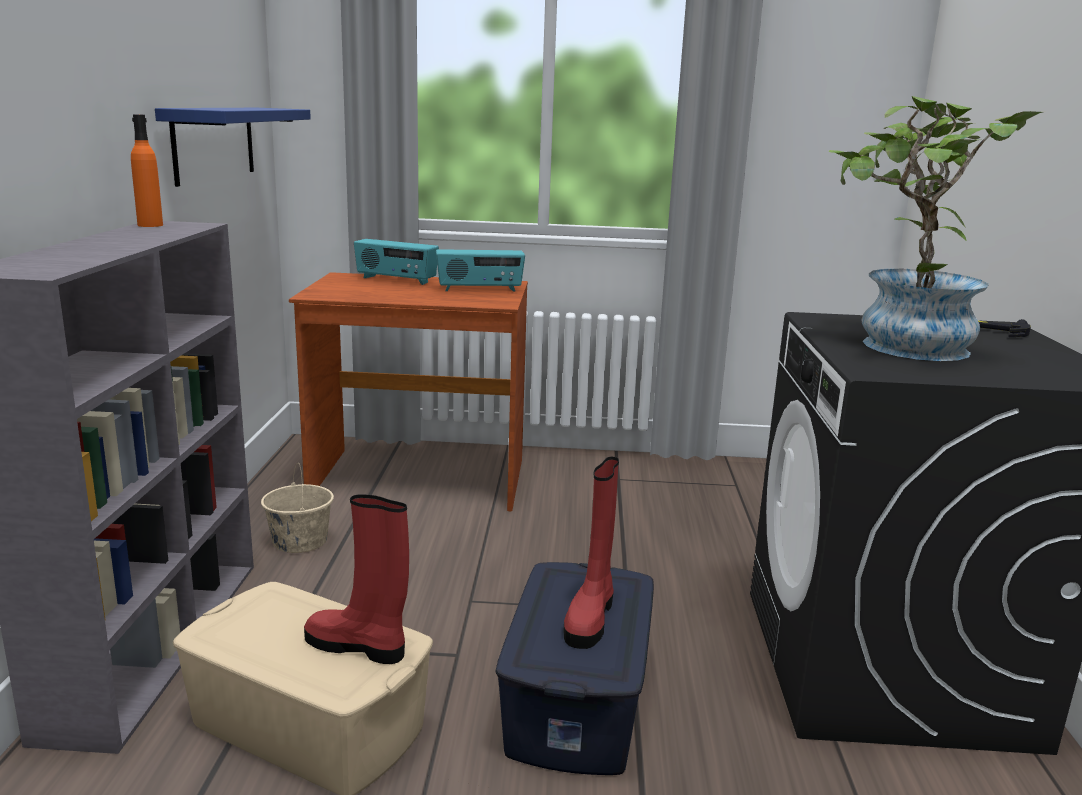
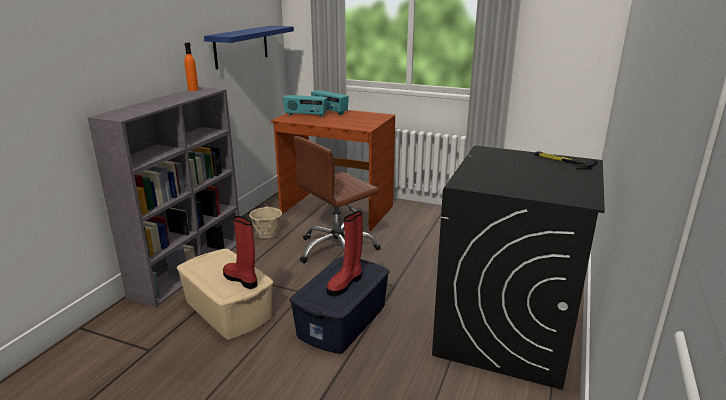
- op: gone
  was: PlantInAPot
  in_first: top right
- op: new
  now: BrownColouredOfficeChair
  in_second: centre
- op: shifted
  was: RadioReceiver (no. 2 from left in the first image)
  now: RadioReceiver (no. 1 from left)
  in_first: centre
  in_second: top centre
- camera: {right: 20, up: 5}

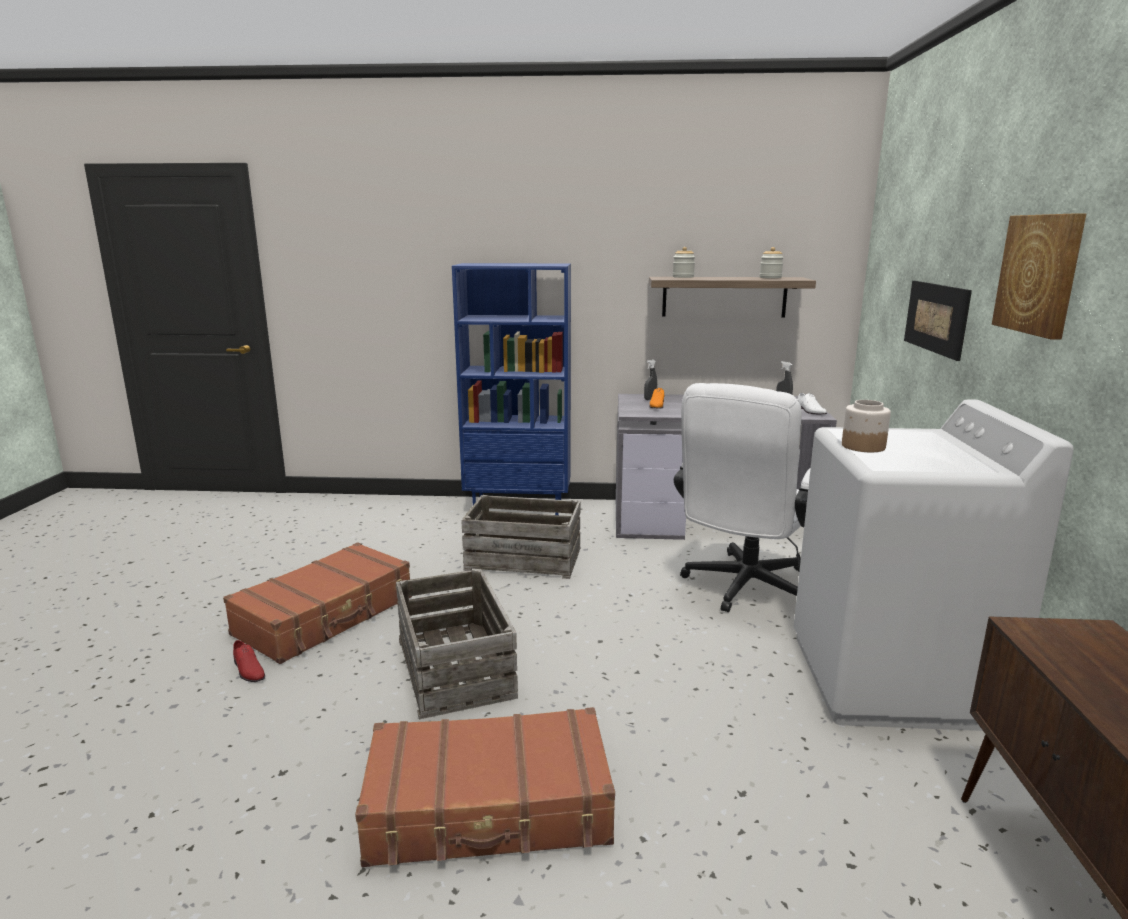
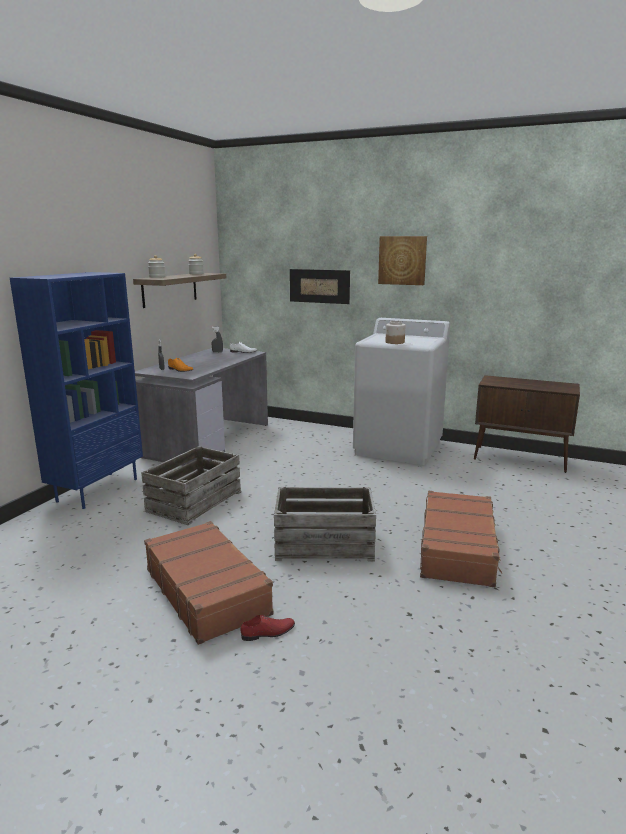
- op: gone
  was: WhiteColouredOfficeChair
  in_first: centre
- camera: {right: -70, up: 0}

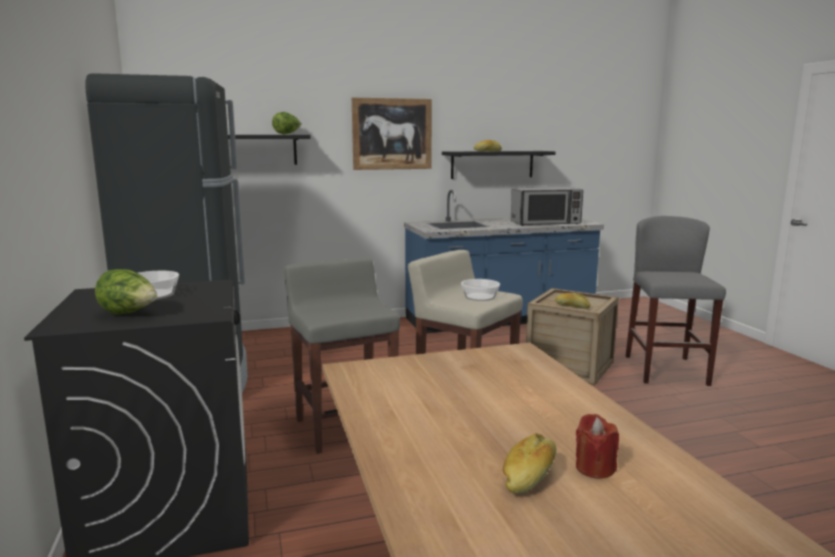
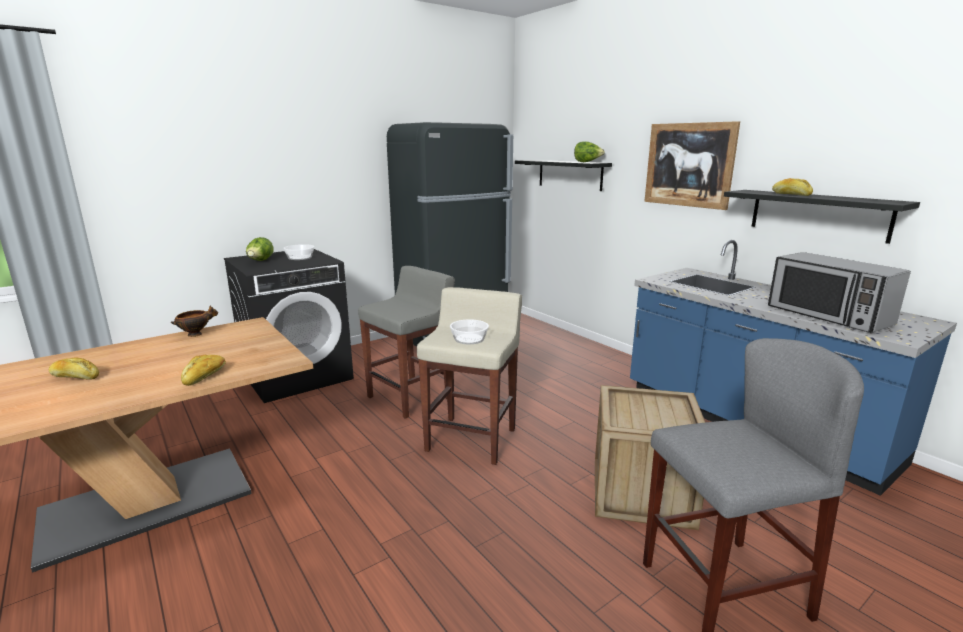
- op: gone
  was: RedColouredWaxCandle
  in_first: bottom right
- op: new
  now: ServingBowl (no. 1 from left)
  in_second: middle left
- op: shifted
  was: Bread (no. 3 from left in the first image)
  now: Bread (no. 2 from left)
  in_first: middle right
  in_second: middle left
- camera: {right: 70, up: 5}

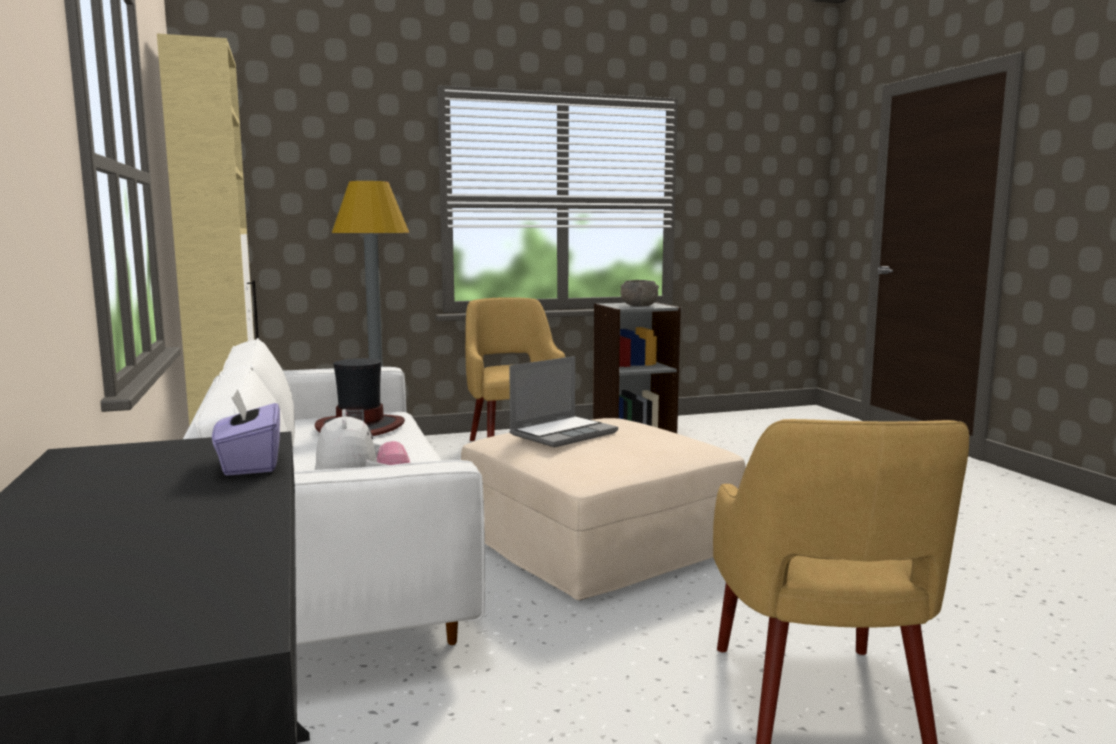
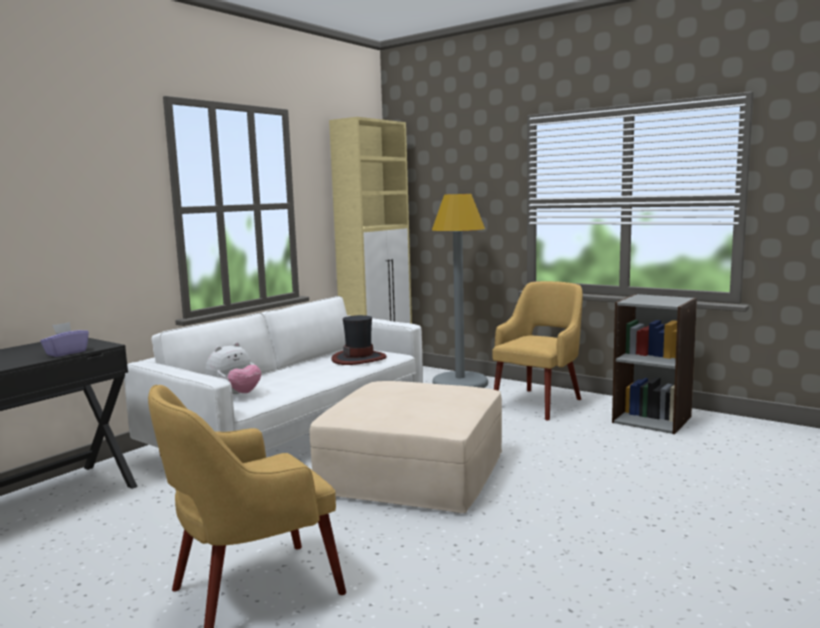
- op: gone
  was: NotebookComputer
  in_first: centre
- op: gone
  was: GrayServingBowl
  in_first: centre
- camera: {right: 55, up: 0}

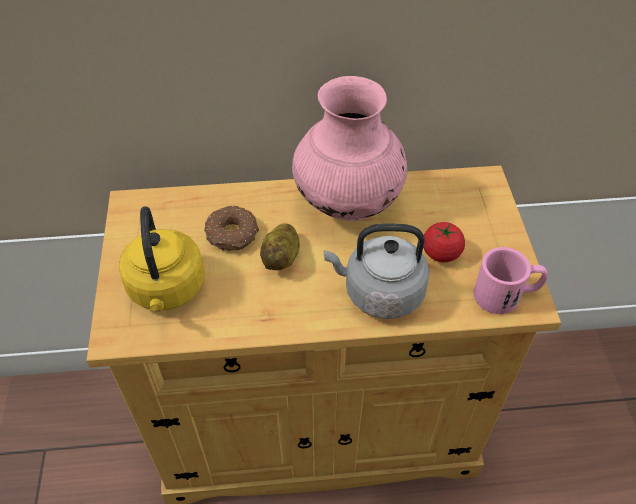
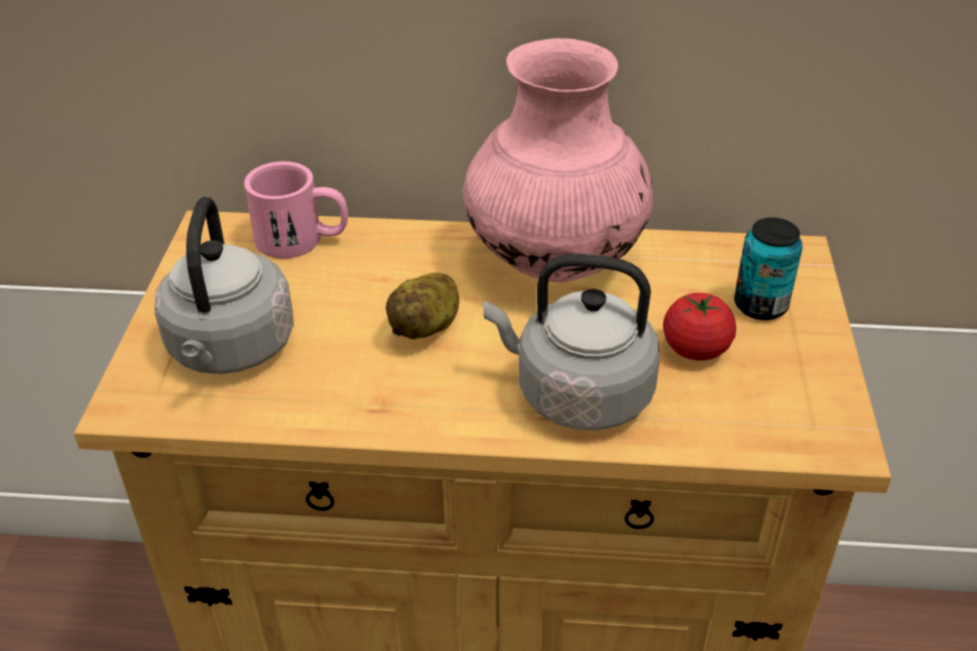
- op: gone
  was: RingDoughnut
  in_first: centre
- op: new
  now: Can
  in_second: middle right
- op: shifted
  was: PinkColouredMug
  in_first: middle right
  in_second: top left
- op: repainted
  was: YellowTeaKettle
  now: GrayTeaKettle (no. 1 from left)
  in_first: middle left
  in_second: middle left
- camera: {right: 10, up: -10}

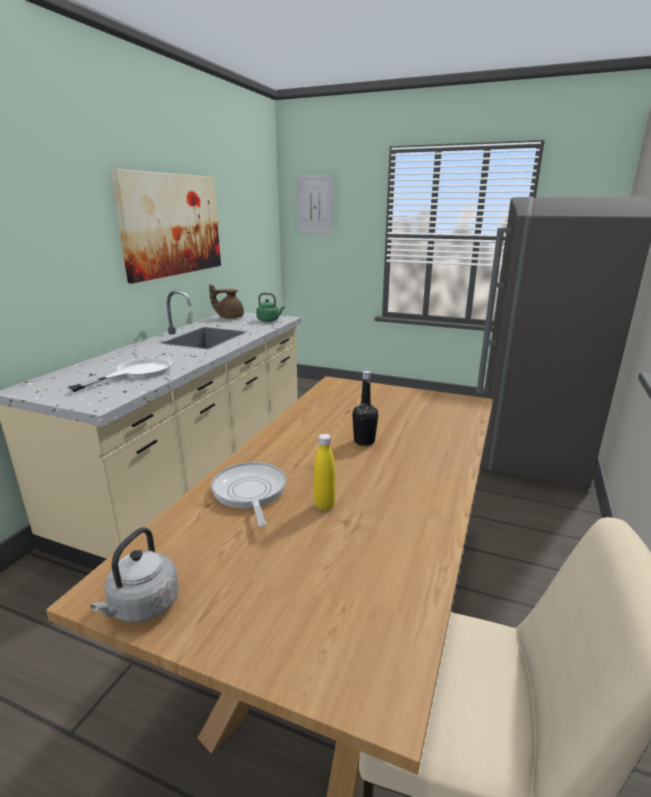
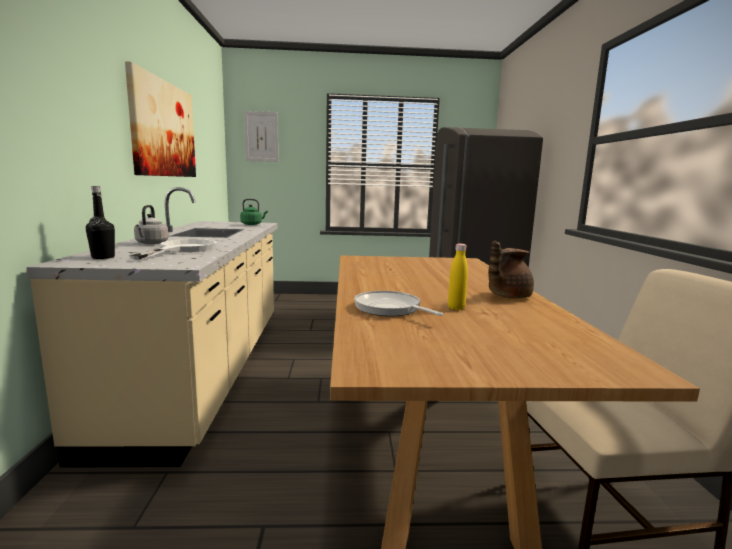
- op: shifted
  was: GrayTeaKettle
  in_first: bottom left
  in_second: middle left
- op: shifted
  was: BrownColouredPotForTea
  in_first: centre
  in_second: middle right
- op: shifted
  was: BlackBeverageBottle
  in_first: centre
  in_second: middle left
- camera: {right: -25, up: -10}

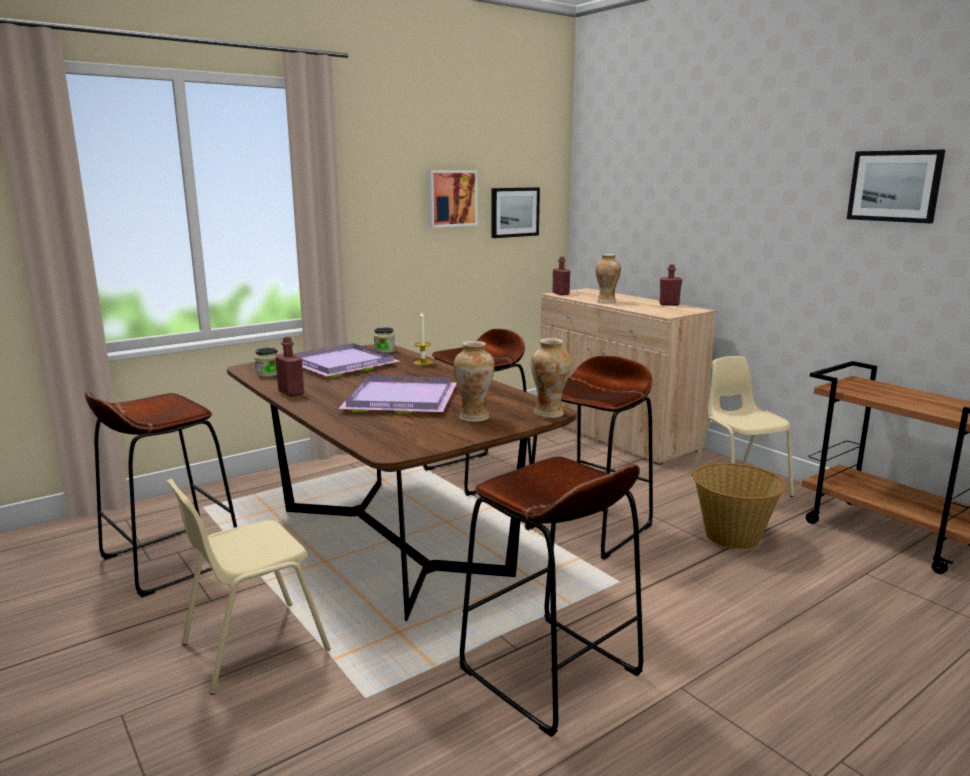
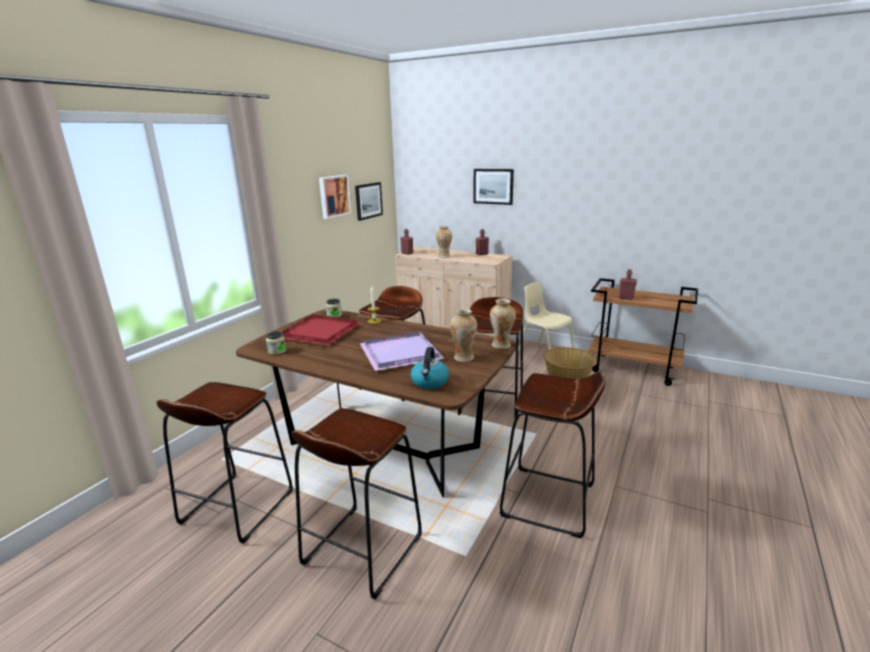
- op: new
  now: TeaKettle
  in_second: centre
- op: shifted
  was: RedColouredBeverageBottle (no. 1 from left in the first image)
  now: RedColouredBeverageBottle (no. 3 from left)
  in_first: middle left
  in_second: middle right
- op: shifted
  was: Picture (no. 3 from left)
  in_first: top right
  in_second: top centre
- op: swapped
  was: BeigeColouredChair (no. 1 from left)
  now: BrownColouredStool (no. 2 from left)
  in_first: bottom left
  in_second: bottom centre
- op: repainted
  was: PurpleCarryingTray (no. 1 from left)
  now: RedColouredCarryingTray
  in_first: centre
  in_second: centre
- camera: {right: -25, up: 5}

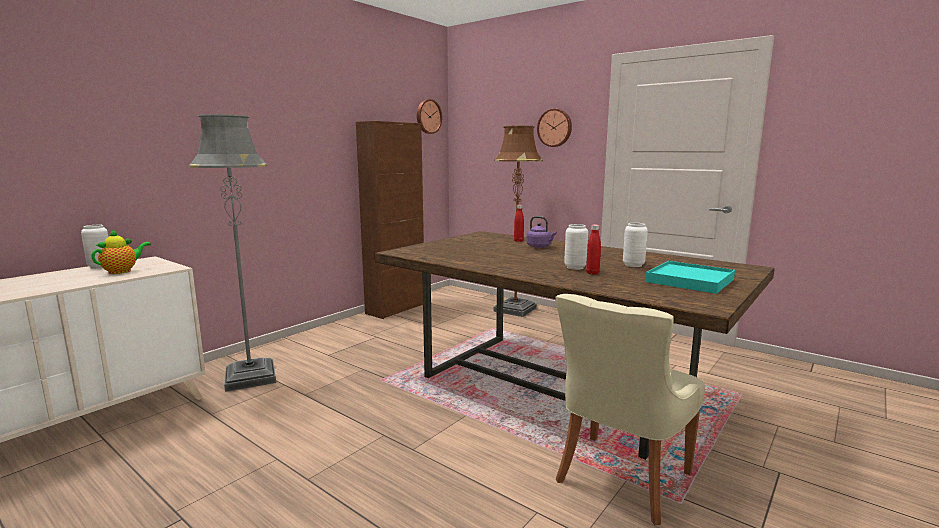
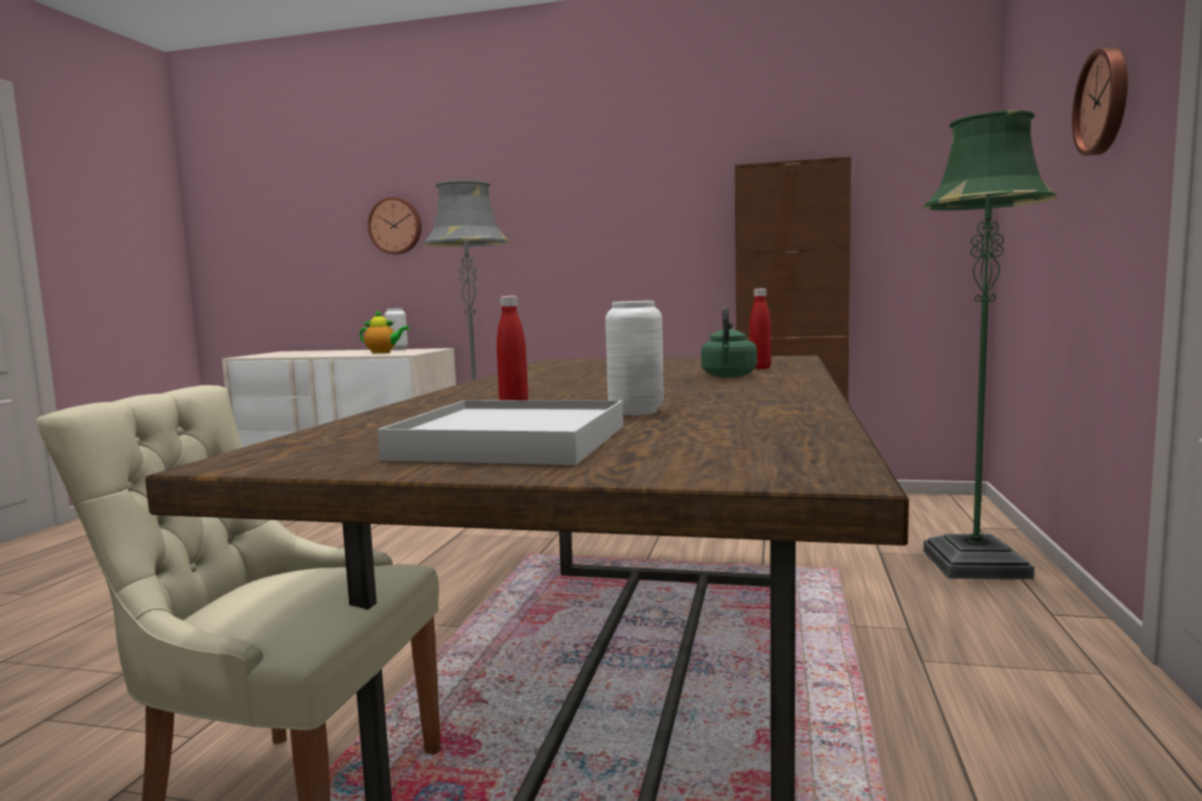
- op: gone
  was: WhiteColouredVase (no. 2 from left)
  in_first: centre
- op: shifted
  was: ClockOnTheWall (no. 1 from left)
  in_first: top centre
  in_second: top left
- op: repainted
  was: BrownColouredStandardLamp
  now: GreenColouredStandardLamp
  in_first: centre
  in_second: middle right
- op: repainted
  was: PurpleTeaKettle
  now: GreenColouredTeaKettle
  in_first: centre
  in_second: centre
- op: repainted
  was: TurquoiseCarryingTray
  now: WhiteColouredCarryingTray
  in_first: middle right
  in_second: centre
- camera: {right: 65, up: -5}

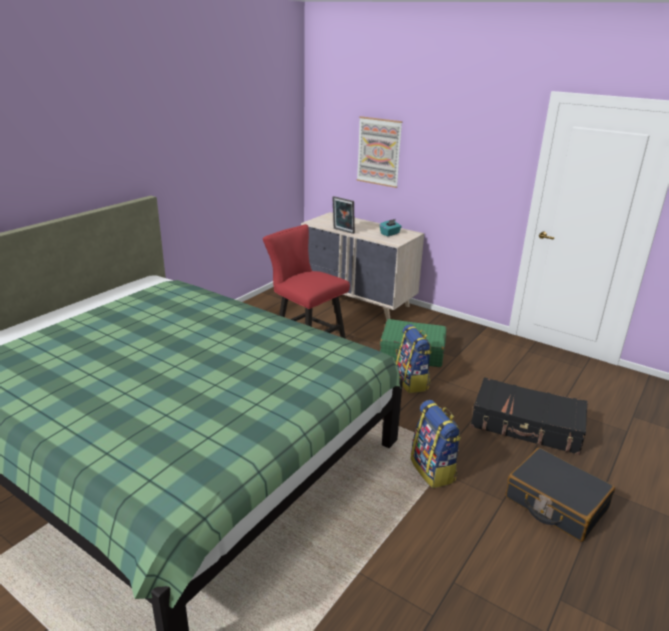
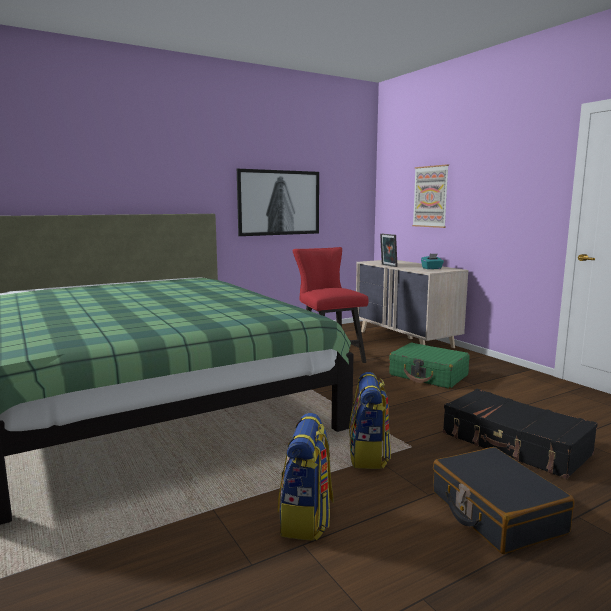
- op: new
  now: Picture (no. 1 from left)
  in_second: top centre
- op: shifted
  was: Knapsack (no. 1 from left)
  in_first: centre
  in_second: bottom centre
- camera: {right: 25, up: -15}

